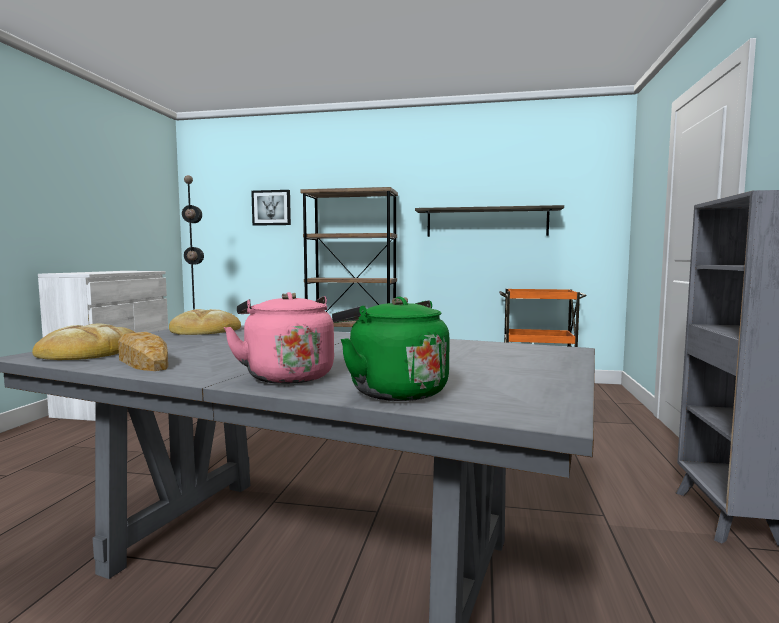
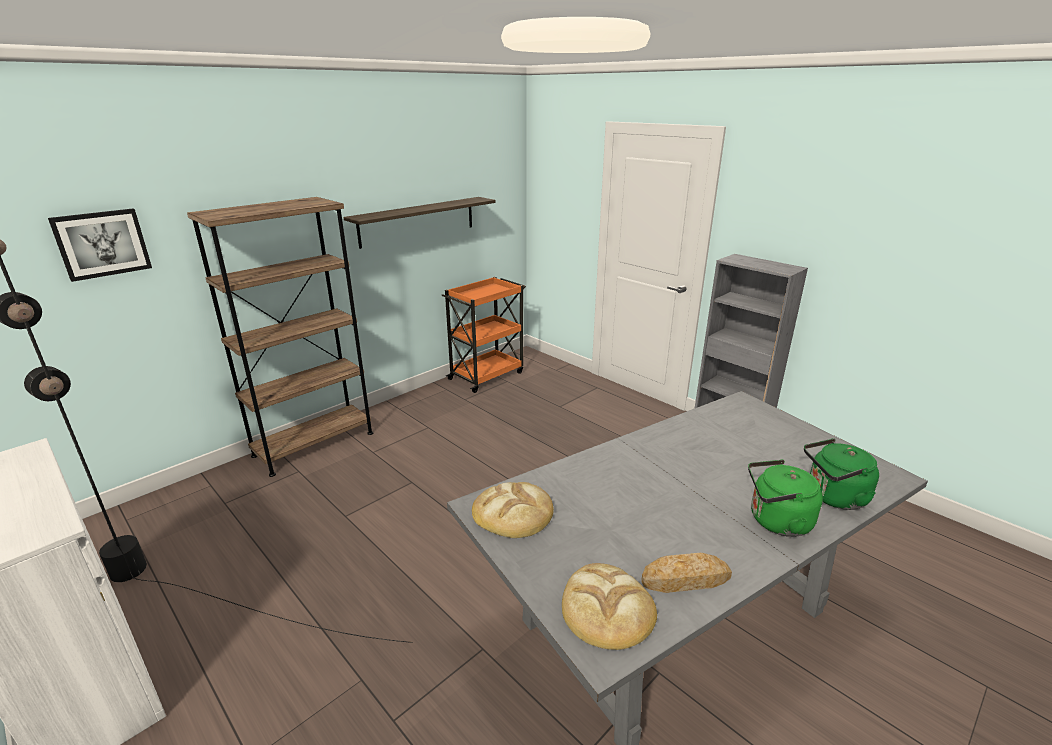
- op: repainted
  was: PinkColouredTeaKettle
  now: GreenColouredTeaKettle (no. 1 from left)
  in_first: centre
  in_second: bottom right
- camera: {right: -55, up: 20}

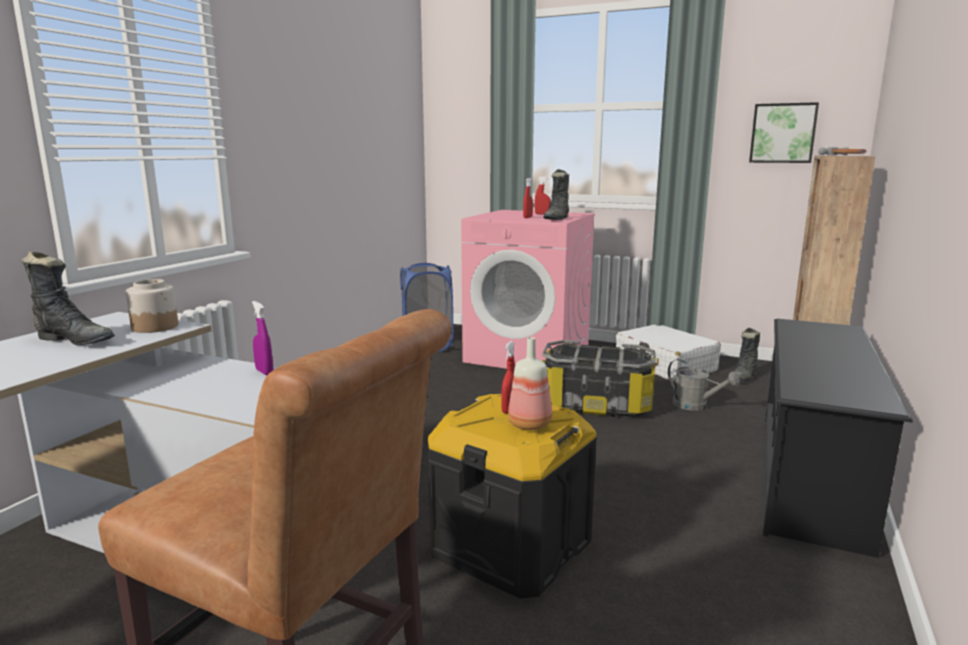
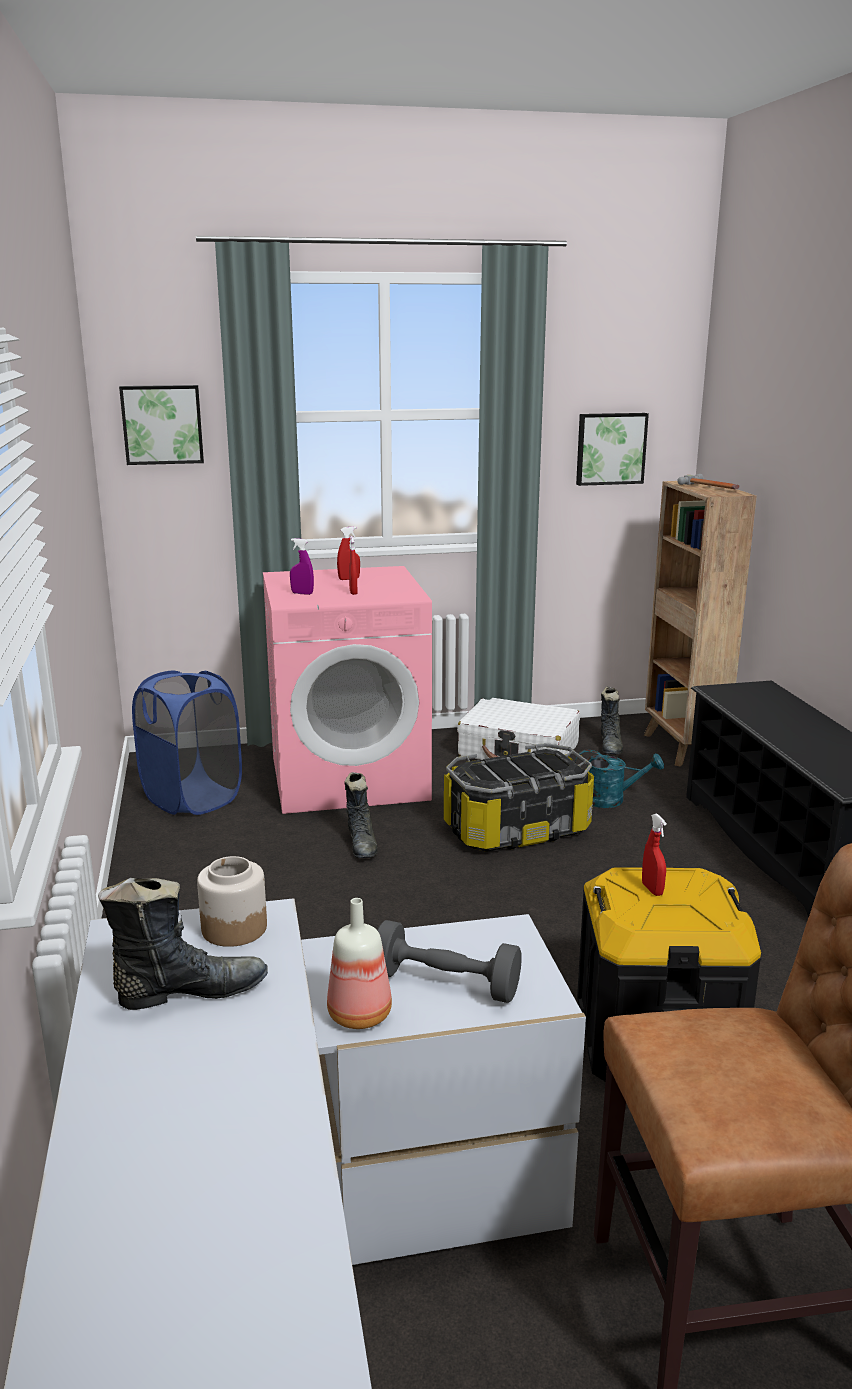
- op: new
  now: Picture (no. 1 from left)
  in_second: top left
- op: new
  now: GrayDumbbell
  in_second: bottom centre
- op: shifted
  was: PurpleSprayBottle
  in_first: middle left
  in_second: centre
- op: shifted
  was: BeverageBottle
  in_first: centre
  in_second: bottom centre
- op: shifted
  was: BlackBoot (no. 2 from left)
  in_first: top centre
  in_second: centre
- op: repainted
  was: GrayWateringPot
  now: TurquoiseWateringPot
  in_first: middle right
  in_second: middle right
- camera: {right: -35, up: 5}

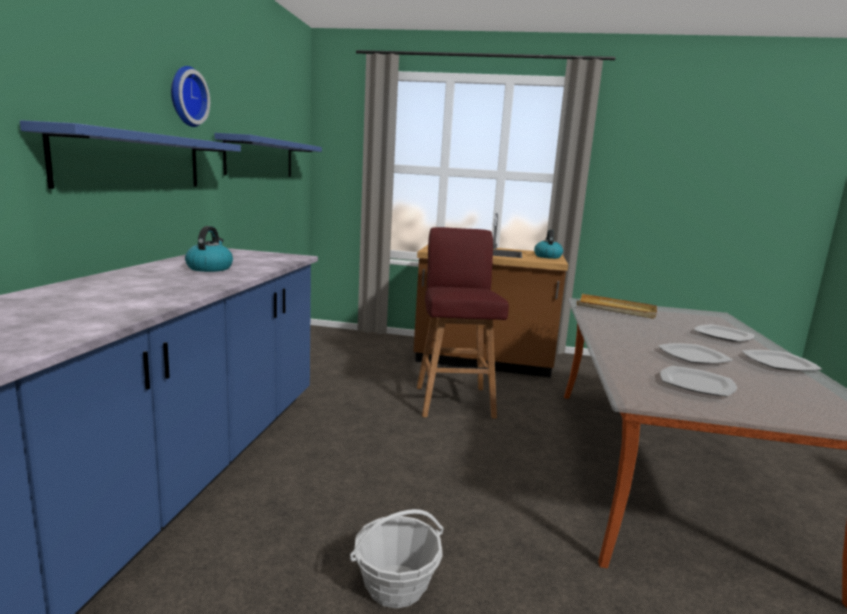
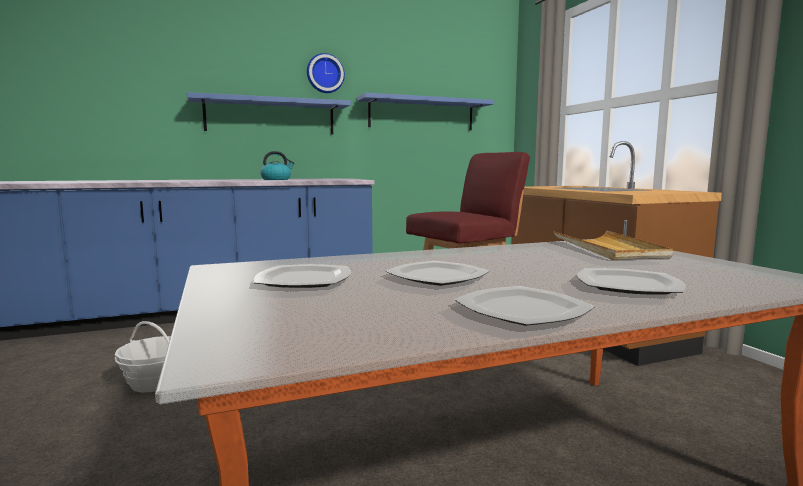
- op: gone
  was: TeaKettle (no. 2 from left)
  in_first: centre
- camera: {right: 60, up: -5}

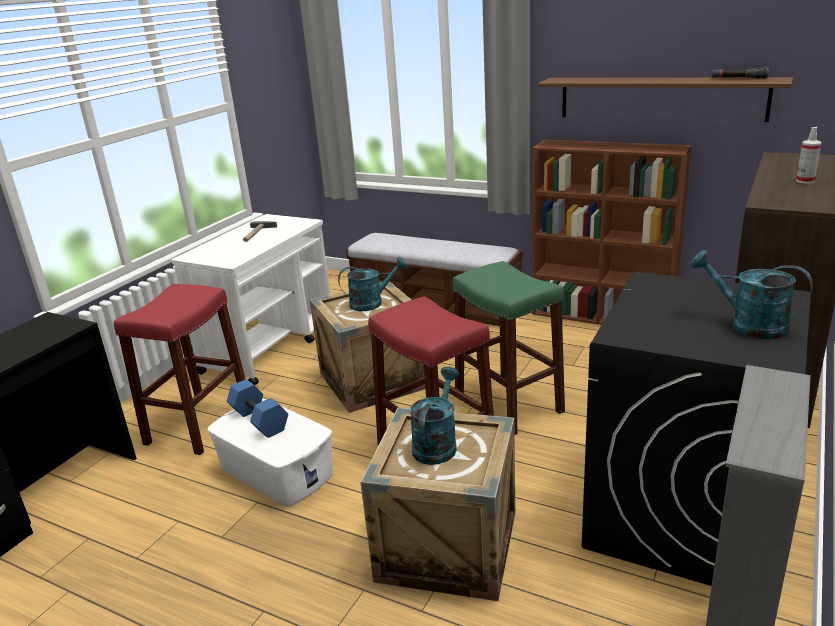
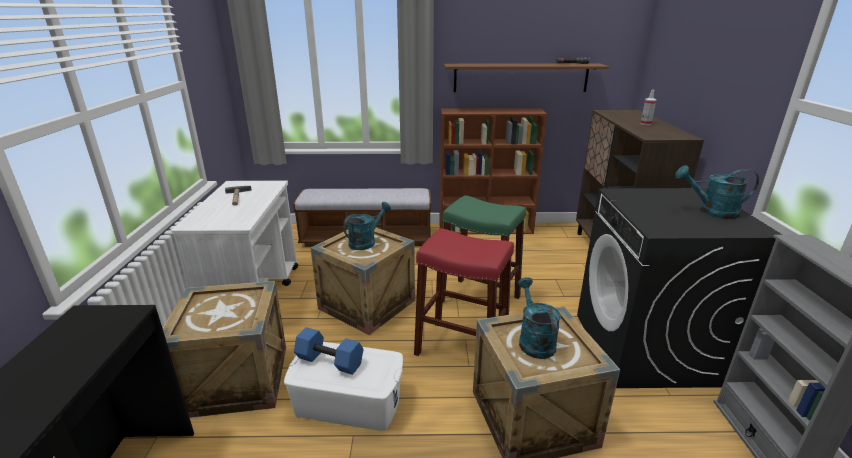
- op: swapped
  was: RedColouredStool (no. 1 from left)
  now: Crate (no. 1 from left)
  in_first: middle left
  in_second: bottom left
- camera: {right: -30, up: 0}

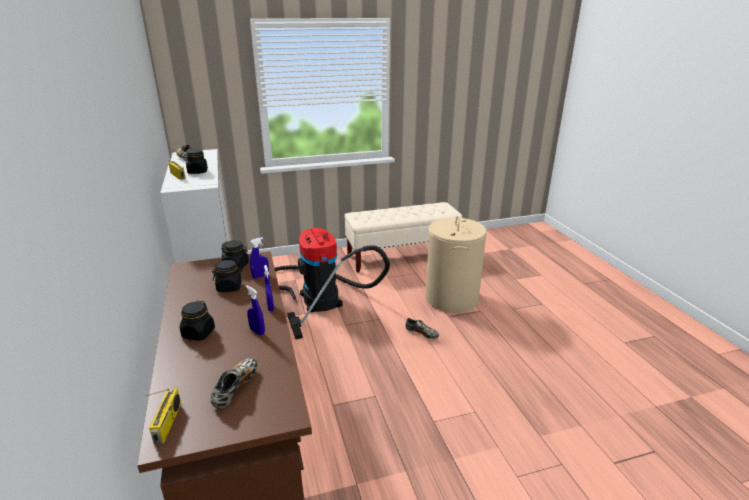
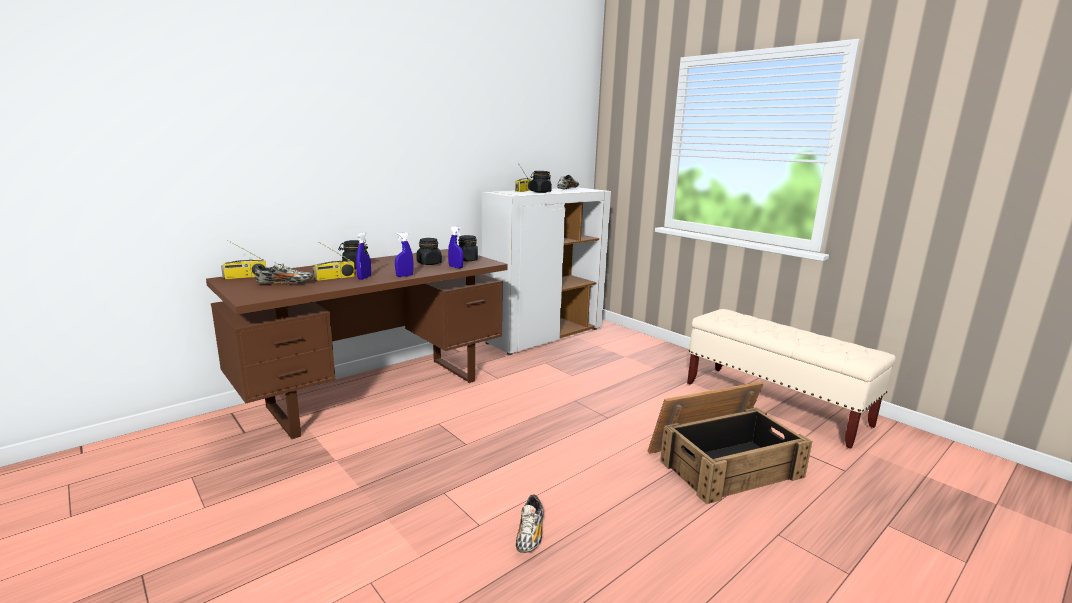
- op: gone
  was: Vacuum
  in_first: centre
- op: new
  now: RadioReceiver (no. 2 from left)
  in_second: middle left
- op: shifted
  was: ItemOfFootwear (no. 3 from left in the first image)
  now: ItemOfFootwear (no. 2 from left)
  in_first: centre
  in_second: bottom centre
- op: swapped
  was: BeigeColouredWashingBasket
  now: Crate
  in_first: centre
  in_second: bottom right
- camera: {right: 65, up: -10}

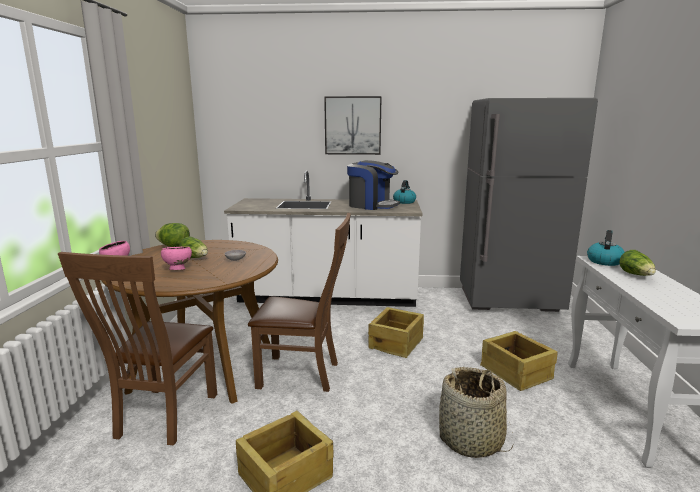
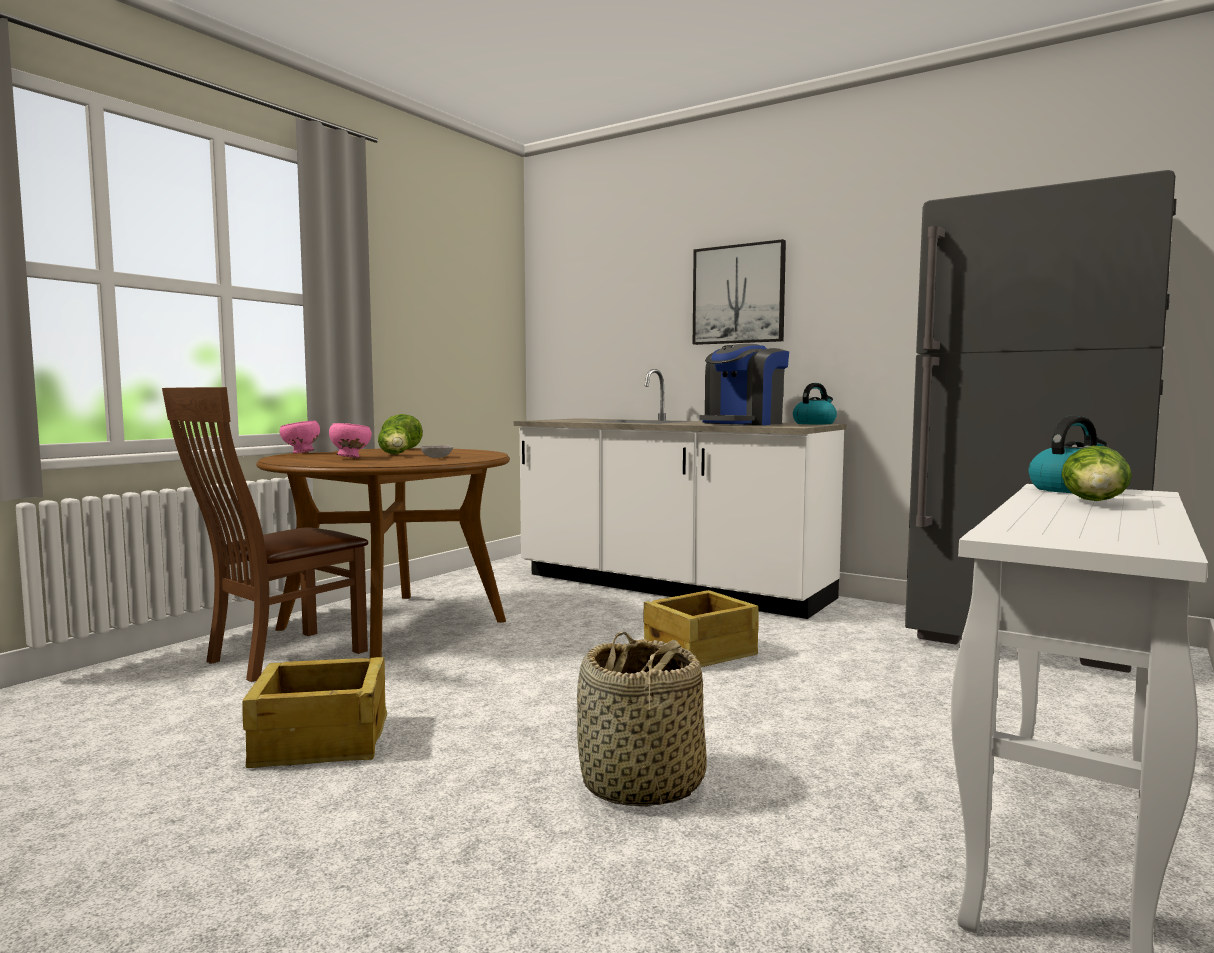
- op: gone
  was: BrownColouredChair (no. 2 from left)
  in_first: centre
- op: gone
  was: Crate (no. 3 from left)
  in_first: bottom right
- op: rotated
  was: CoffeeMachine
  in_first: centre
  in_second: centre
  clockwise: 75
- camera: {right: 30, up: -10}

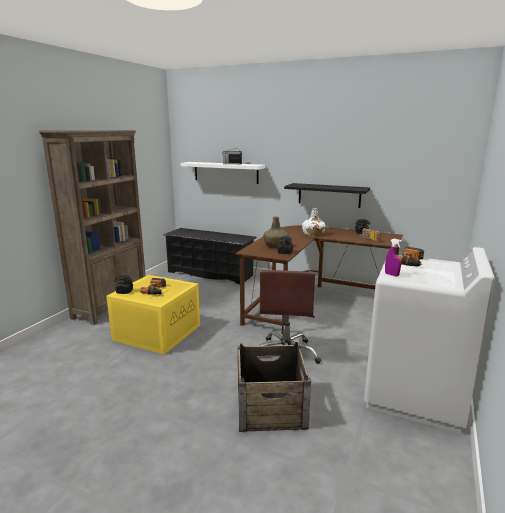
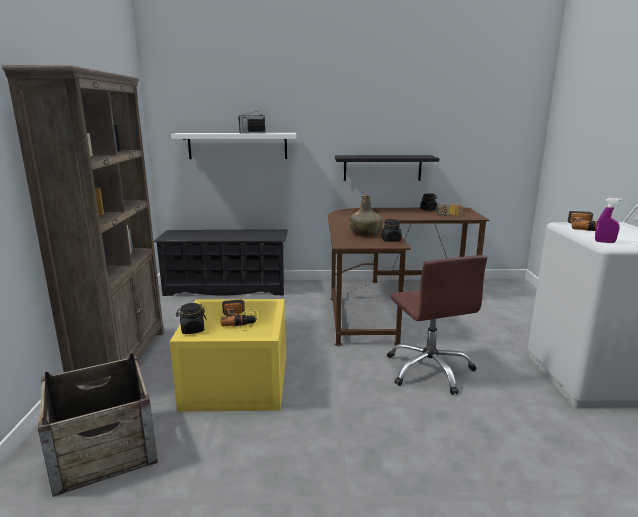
- op: gone
  was: WhiteColouredBeverageBottle
  in_first: centre
- op: shifted
  was: Crate
  in_first: bottom centre
  in_second: bottom left
- camera: {right: -25, up: 0}

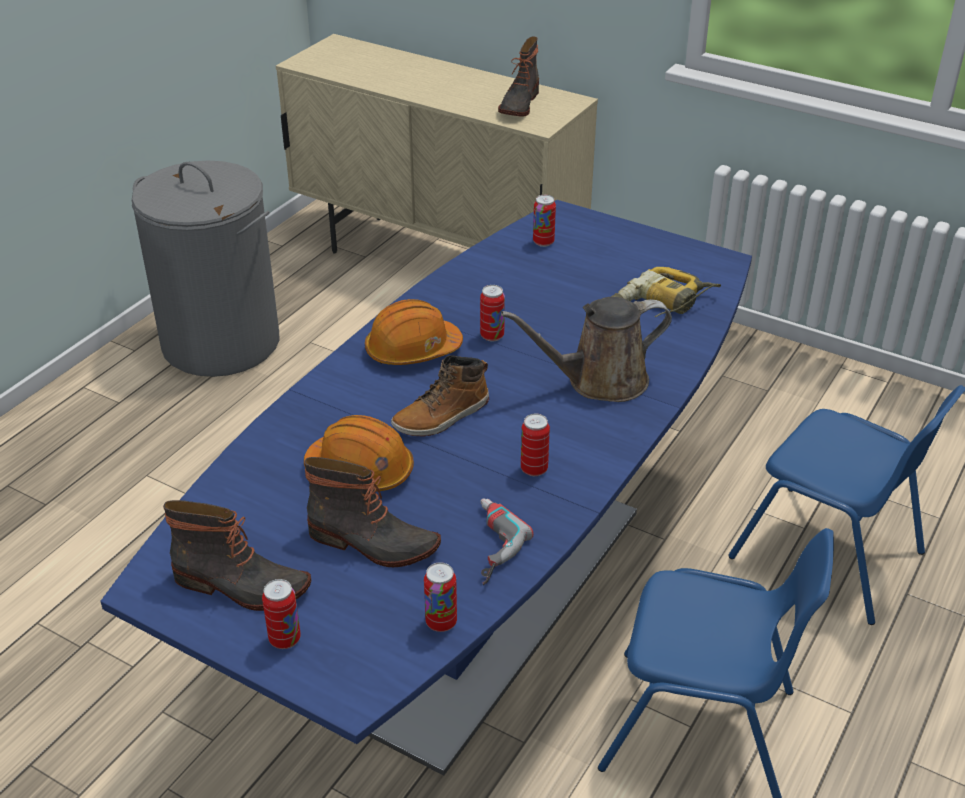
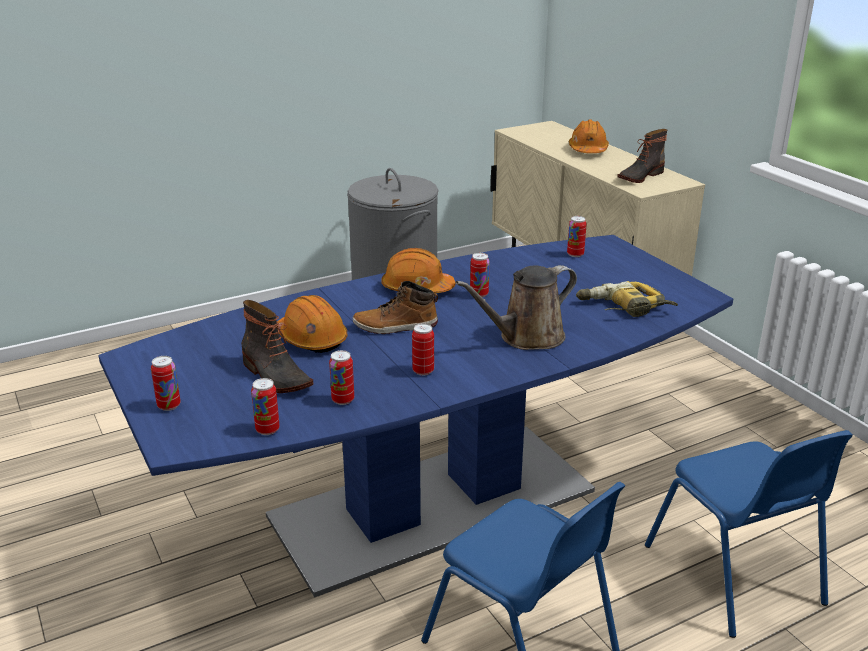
- op: gone
  was: Boot (no. 1 from left)
  in_first: bottom left
- op: new
  now: OrangeyWorkHelmet (no. 3 from left)
  in_second: top right
- op: swapped
  was: ElectricDrill (no. 1 from left)
  now: Can (no. 3 from left)
  in_first: bottom centre
  in_second: centre
- op: rotated
  was: BrownColouredWateringPot
  in_first: centre
  in_second: centre
  clockwise: -45
- camera: {right: 30, up: -10}

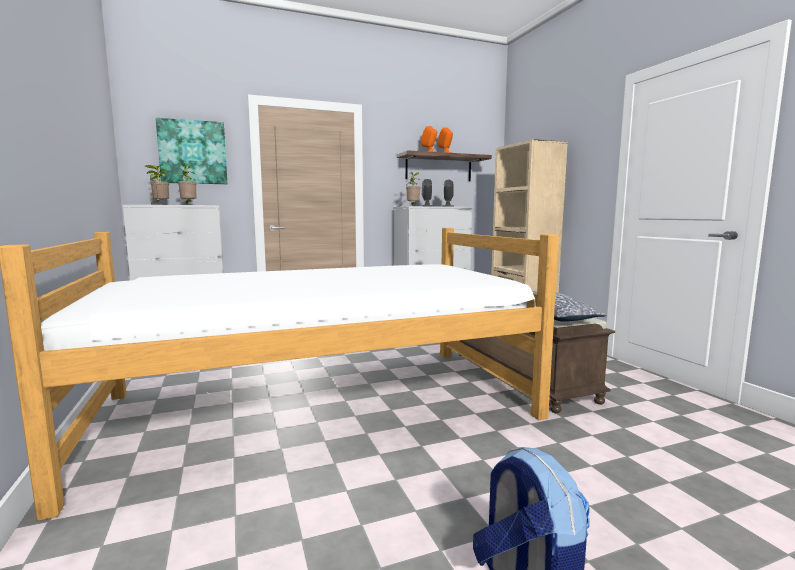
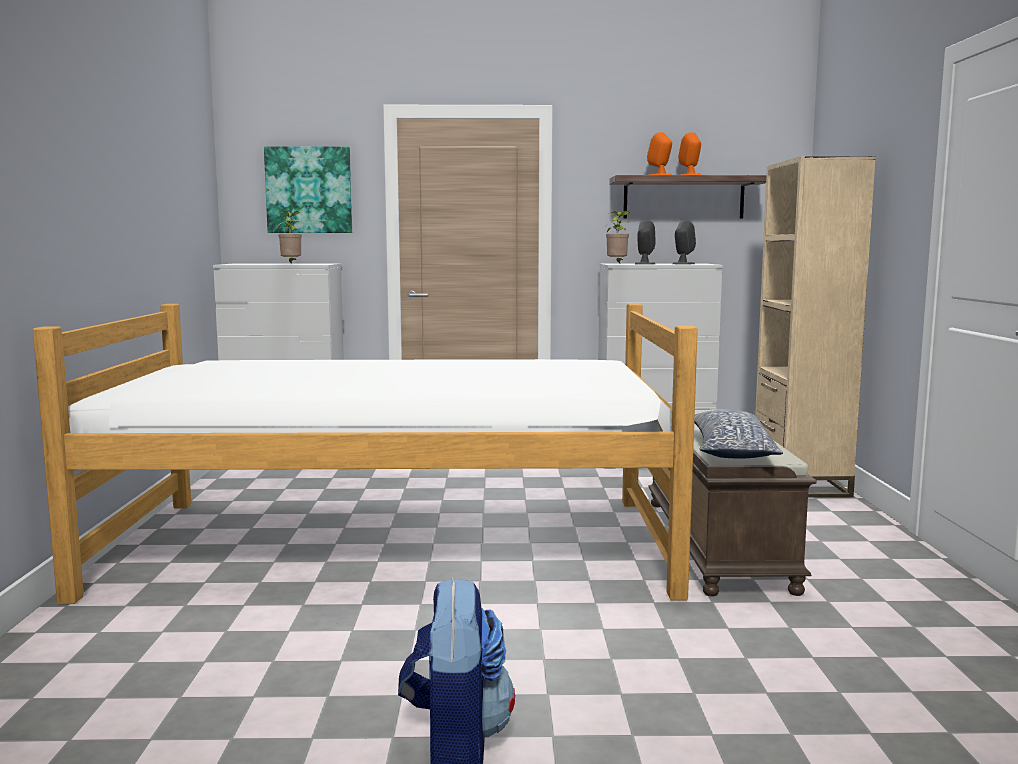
- op: gone
  was: PlantInAPot (no. 1 from left)
  in_first: top left
- camera: {right: 20, up: 0}

